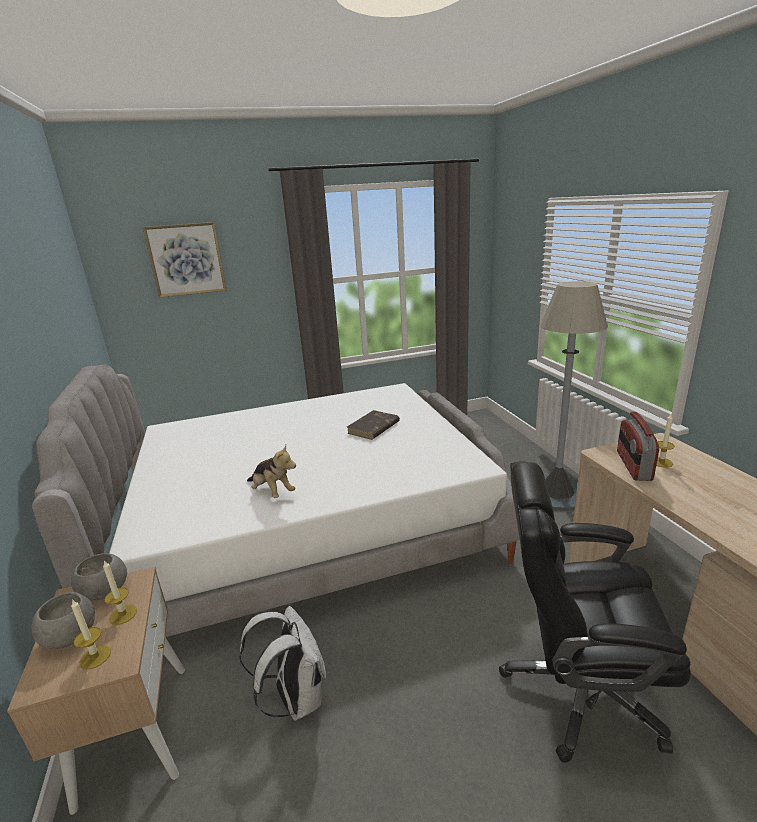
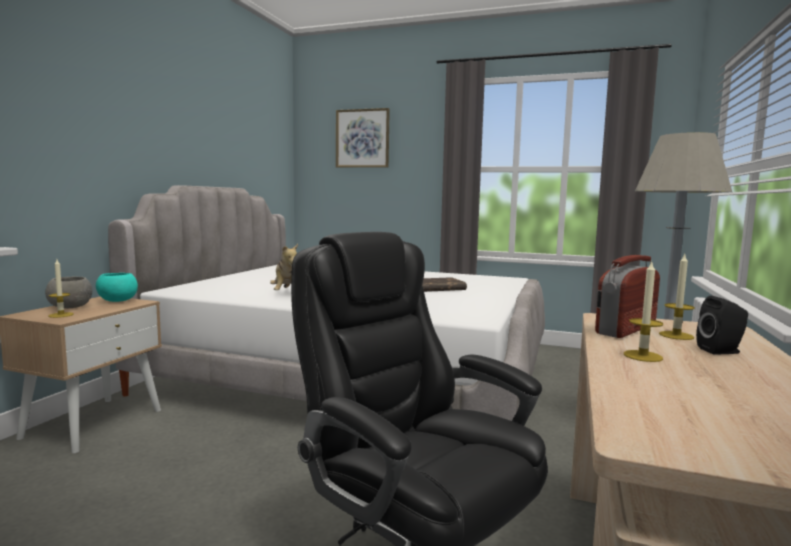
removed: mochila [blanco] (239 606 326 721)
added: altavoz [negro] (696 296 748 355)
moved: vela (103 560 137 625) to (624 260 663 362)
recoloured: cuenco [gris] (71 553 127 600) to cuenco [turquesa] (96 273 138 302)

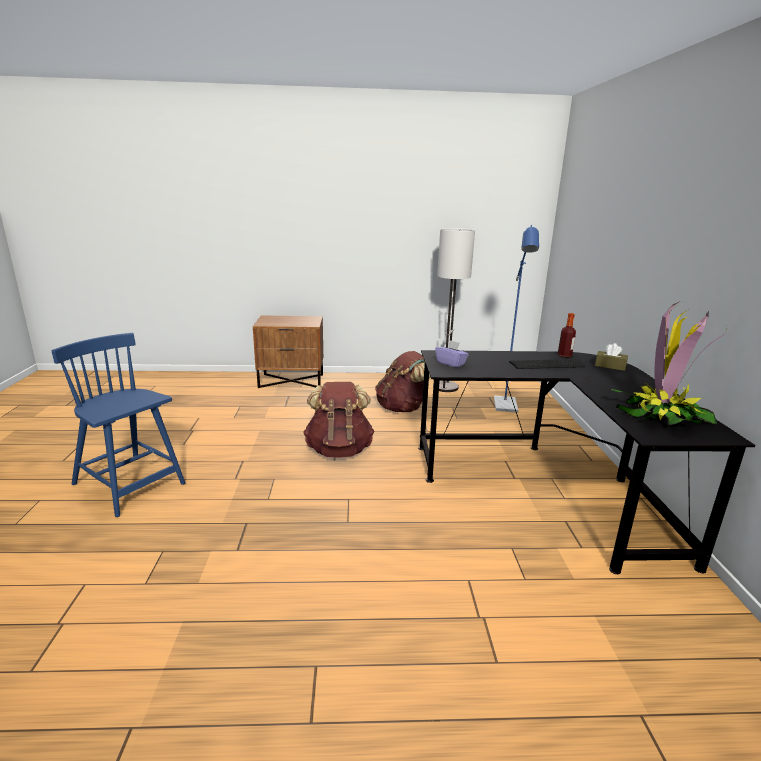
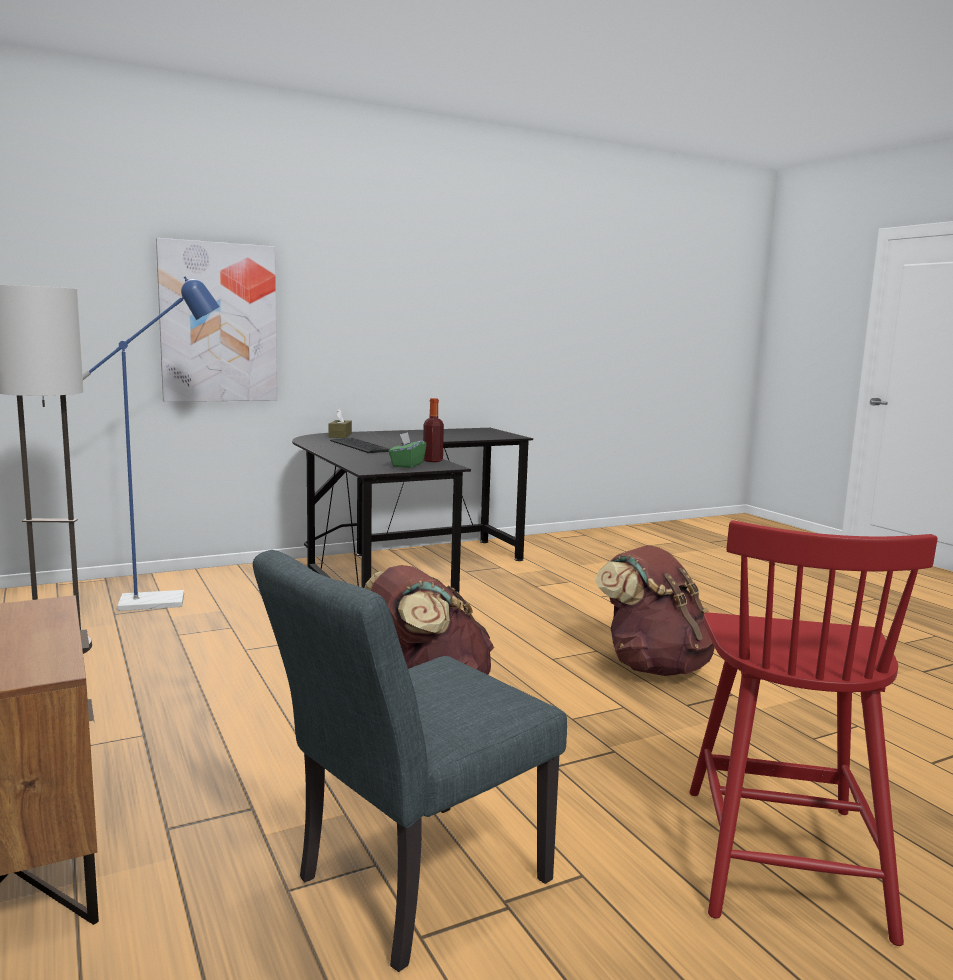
removed: planta en maceta (612 302 726 425)
added: cuadro (156 238 277 402); silla [gris] (253 550 567 972)
moved: botella (558 313 576 357) to (423 398 444 462); mochila [marrón] (375 351 431 412) to (595 545 715 676)
recoloured: caja de pañuelos [morado] (435 340 469 368) to caja de pañuelos [verde] (389 432 426 468); silla [azul] (52 333 185 517) to silla [rojo] (689 520 937 946)

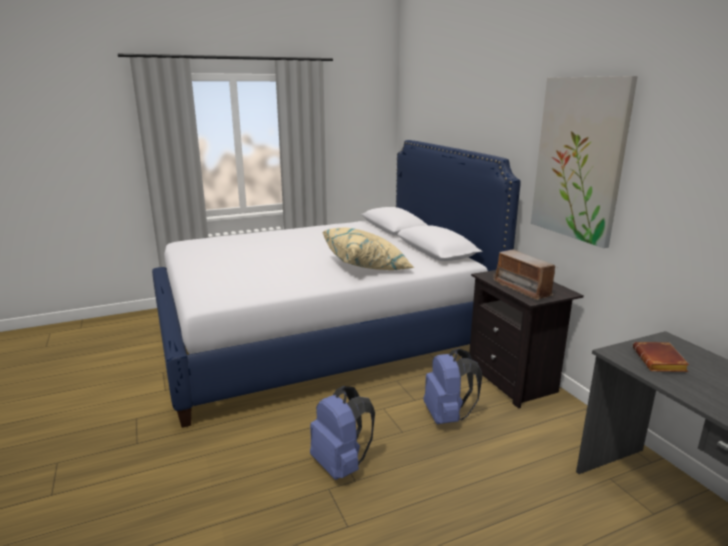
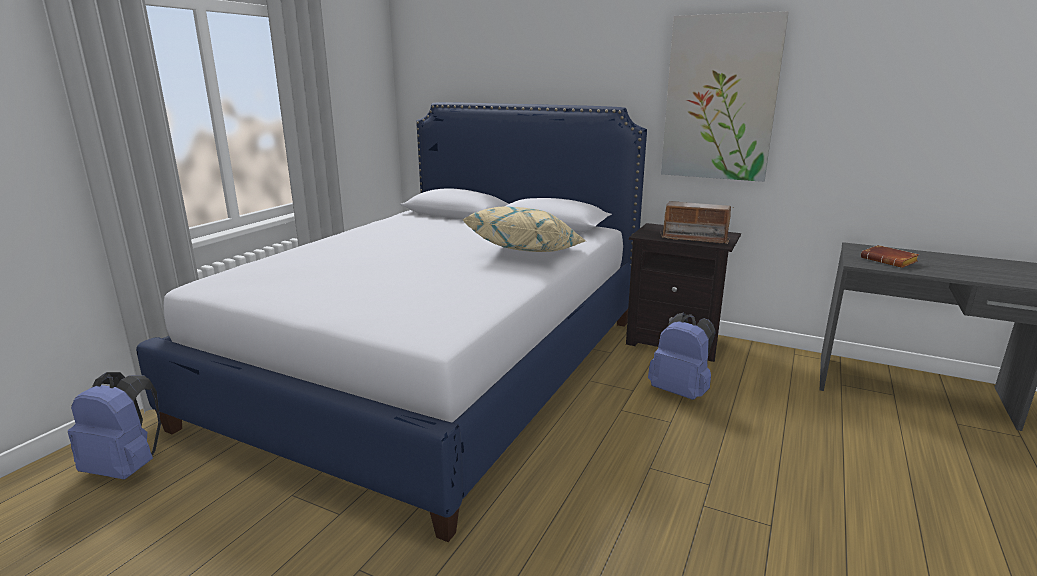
moved: mochila [azul] (310 386 375 480) to (68 372 161 480)

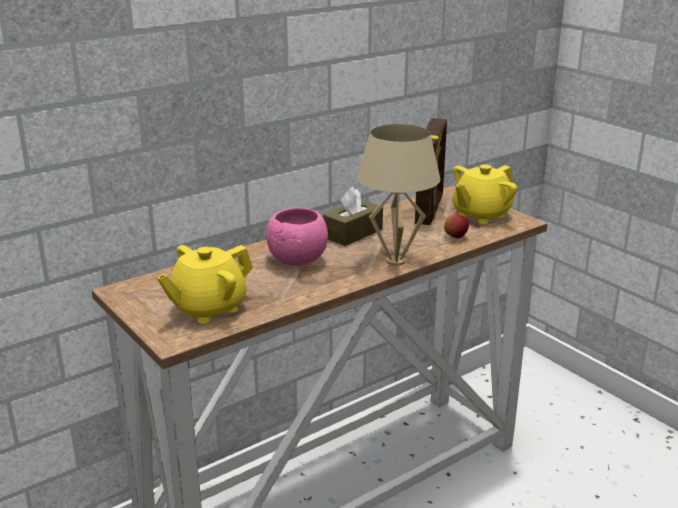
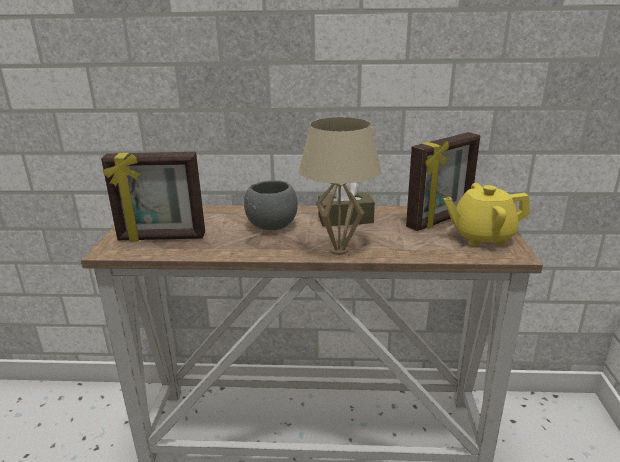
removed: manzana (444 214 469 238)
replaced: tetera [amarillo] (156 245 253 323) to portarretratos (101 152 205 242)
recoloured: cuenco [rosa] (266 207 328 266) to cuenco [gris] (244 180 298 230)

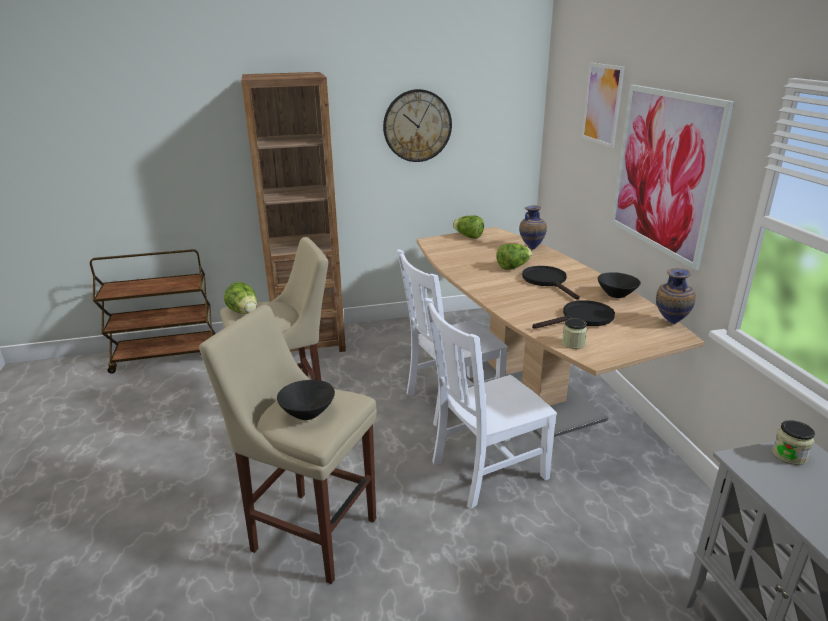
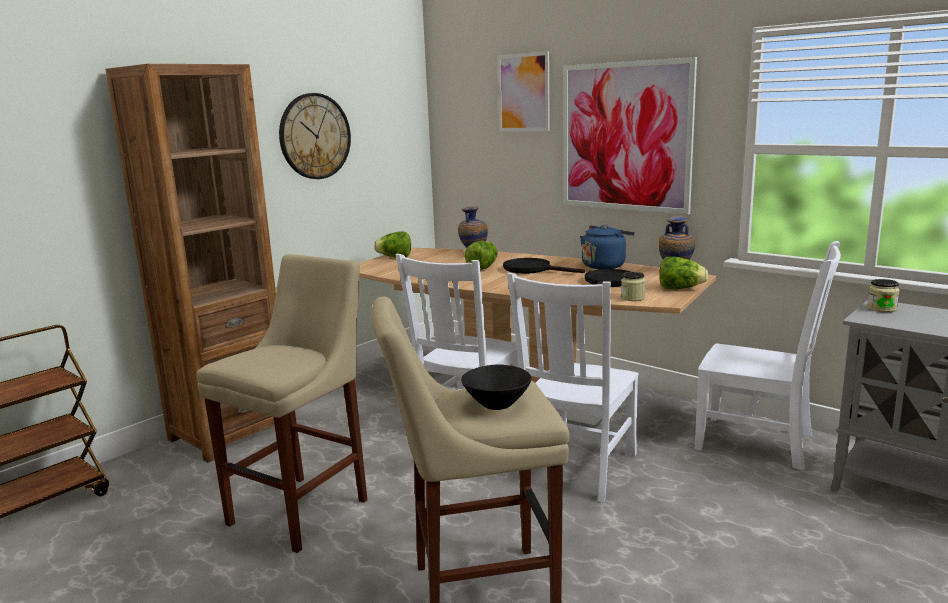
added: silla [blanco] (695 241 841 470)
moved: lechuga (224 282 257 314) to (659 257 709 290)
replaced: cuenco [negro] (598 272 641 298) to hervidor [azul] (580 225 635 269)

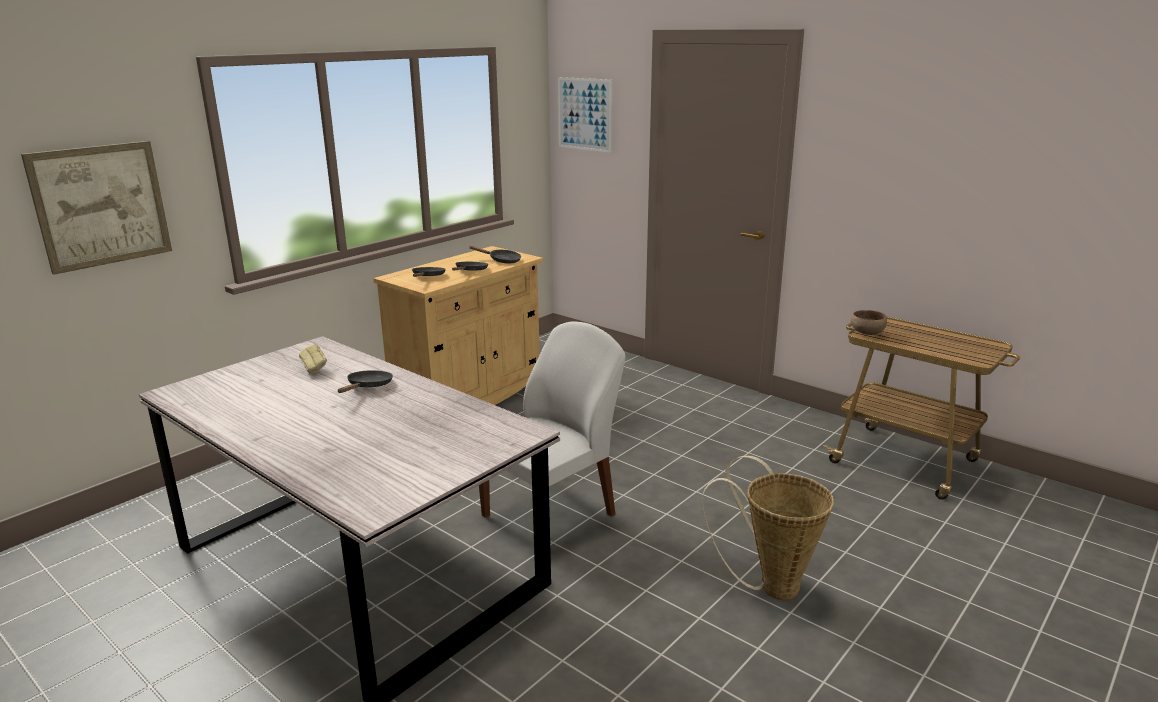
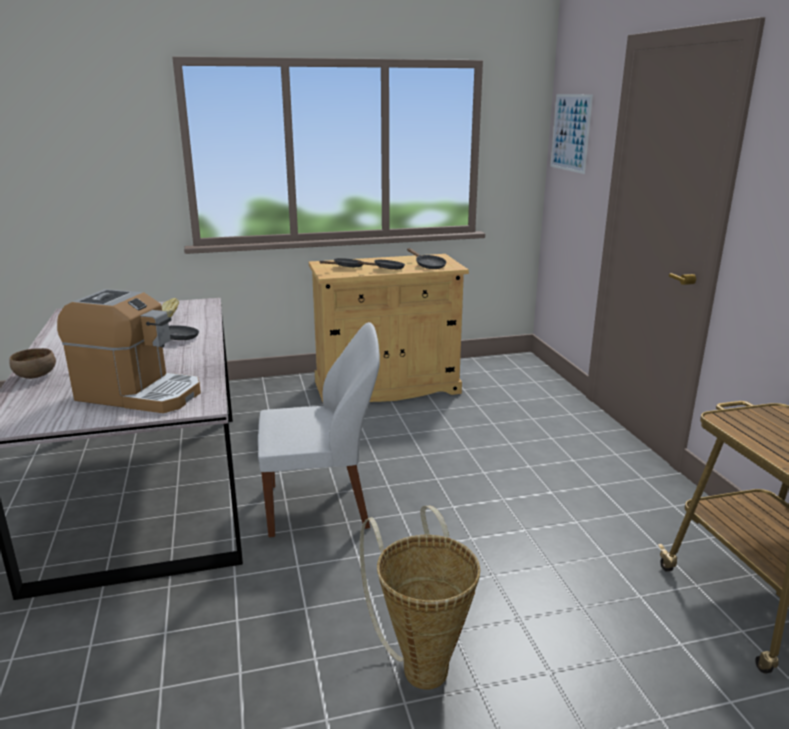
removed: cuadro (21 141 172 275)
added: cafetera (57 289 201 413)
moved: cuenco [marrón] (851 310 887 335) to (9 348 56 379)

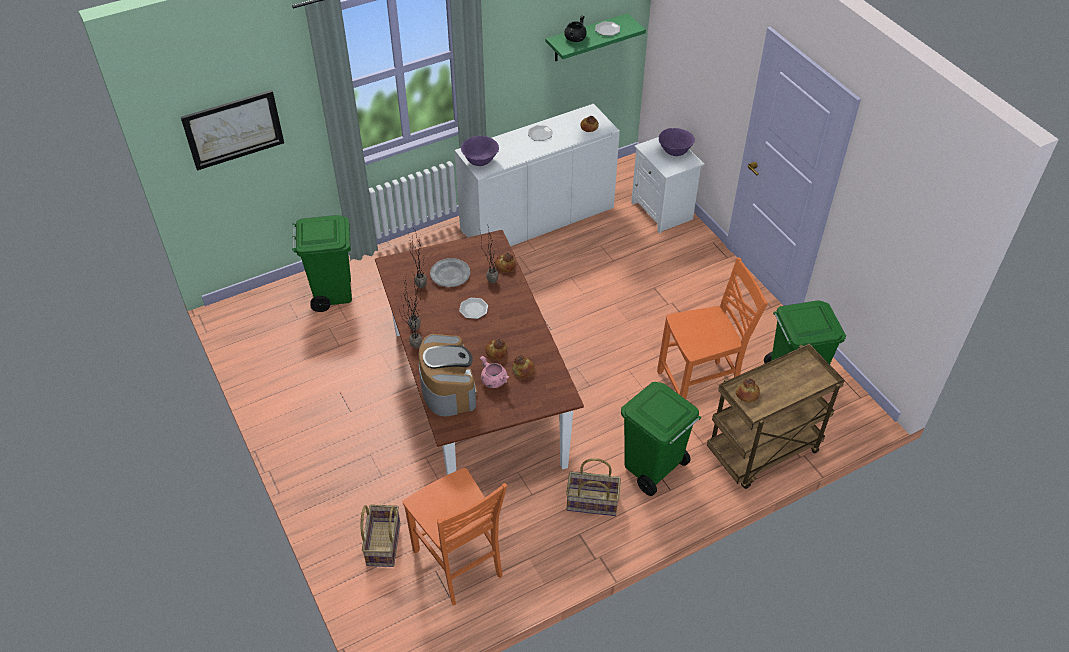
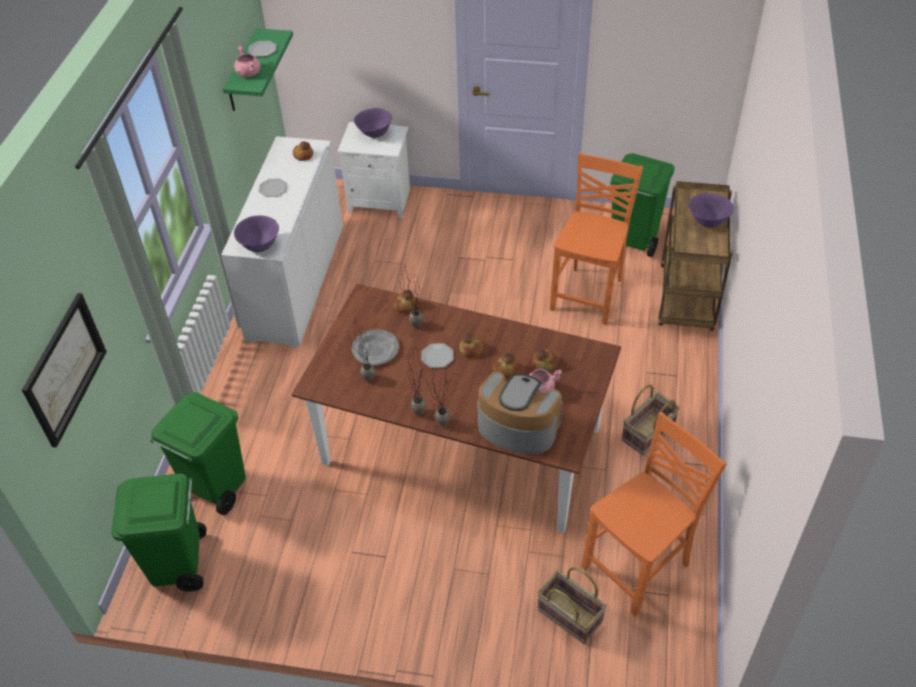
added: cuenco [morado] (689 193 734 228)
moved: papelera [verde] (621 382 701 496) to (111 473 206 592); pan (736 379 760 402) to (459 333 484 357)
recoloured: olla [negro] (564 15 587 42) to olla [rosa] (234 46 261 77)
turned: silla [naranja] (403 468 507 605) = (582 412 727 616) 45 degrees counterclockwise

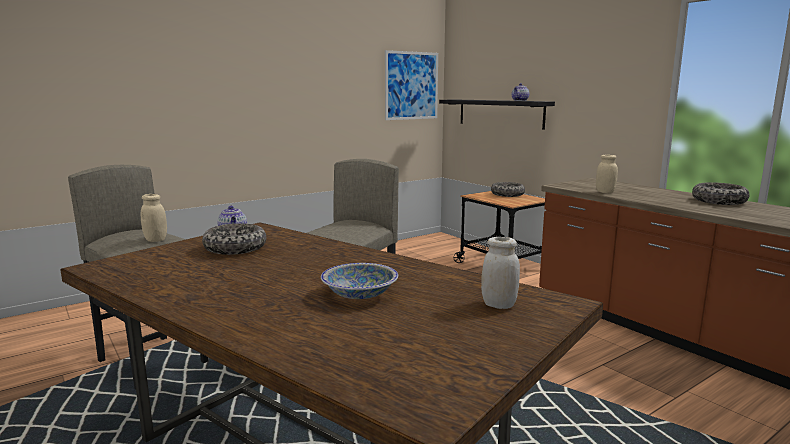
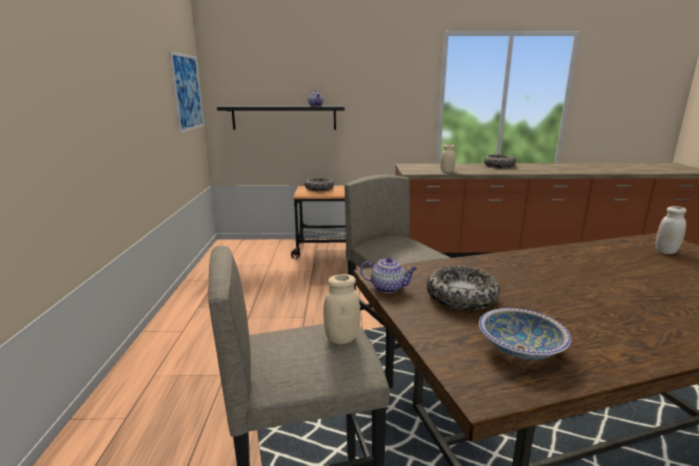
moved: cuenco (321 263 398 299) to (479 308 571 360)

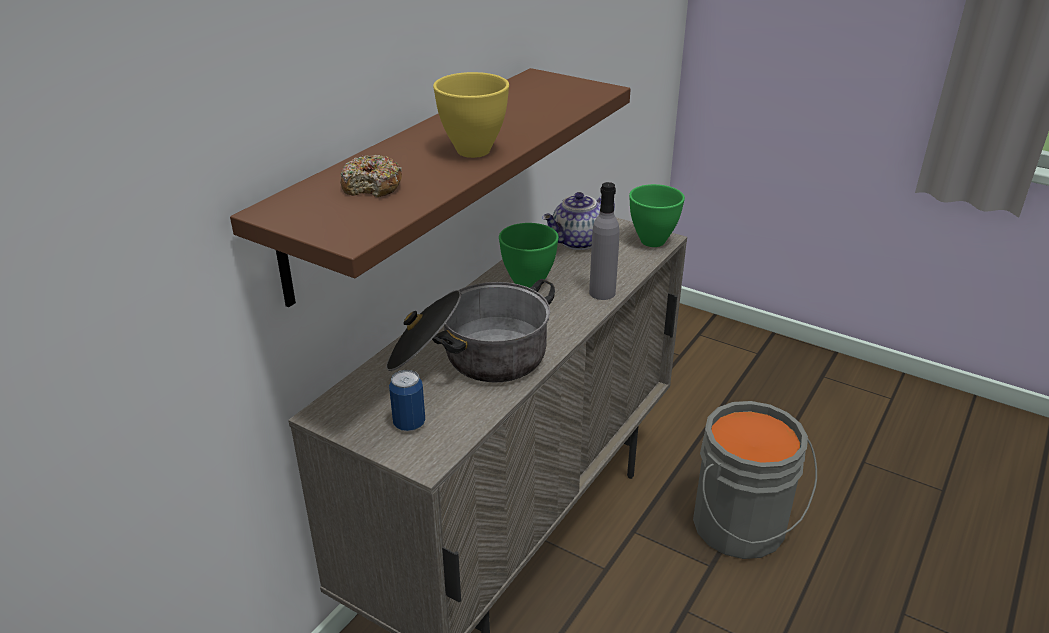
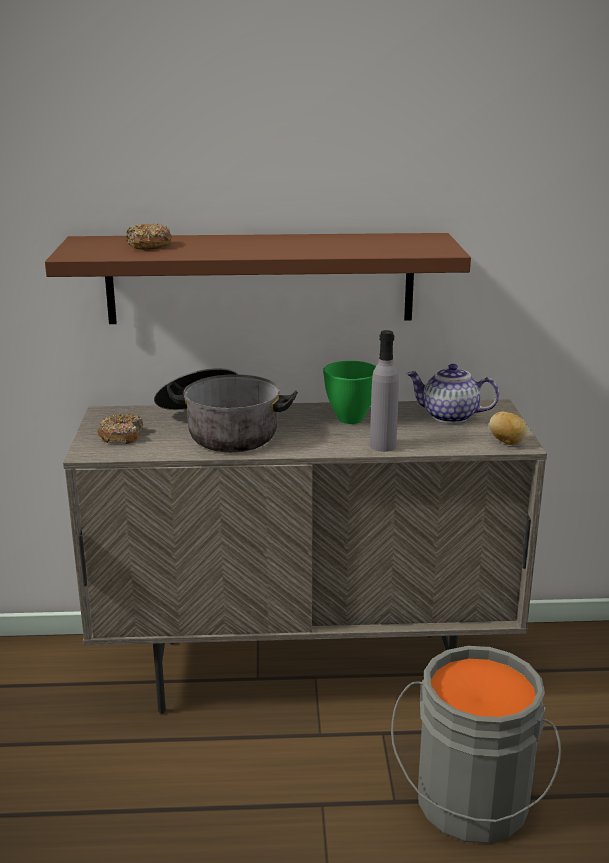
removed: cuenco [amarillo] (433 72 509 158)
replaced: lata (389 370 425 432) to rosquilla (97 414 143 444); cuenco [verde] (629 184 685 247) to patata (489 412 527 445)

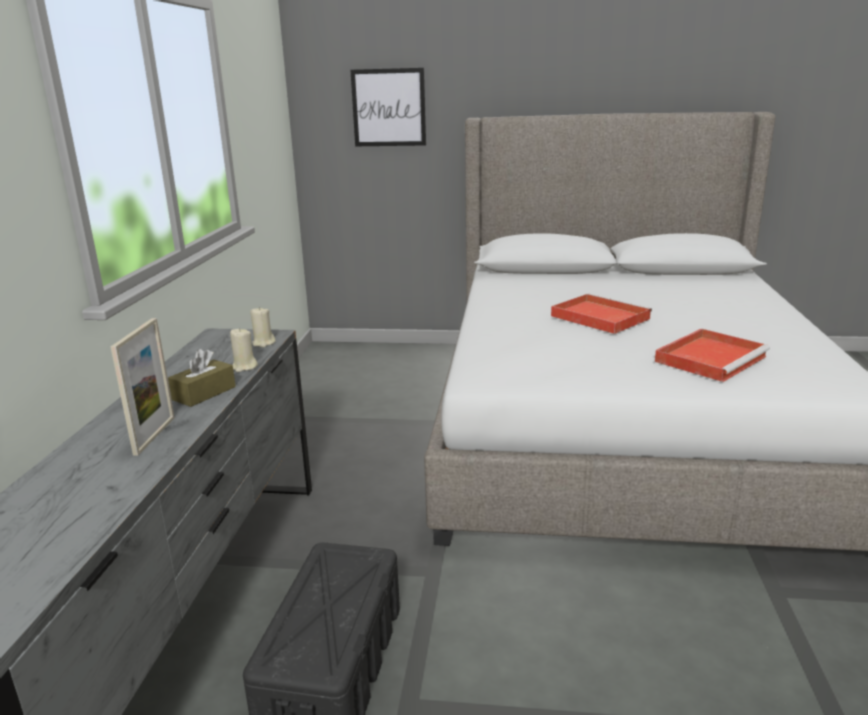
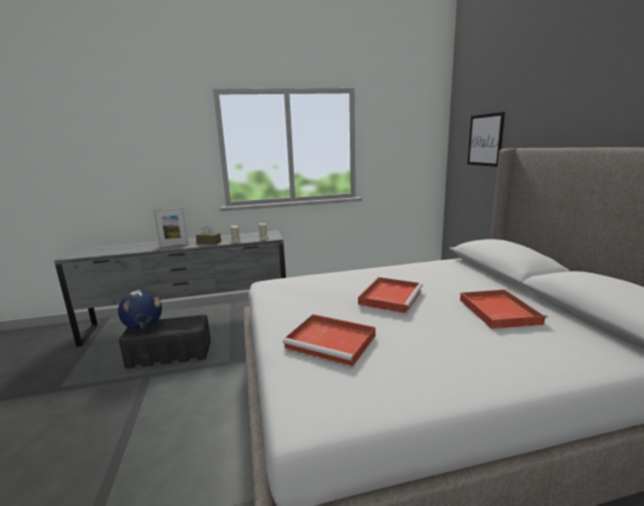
added: globo terráqueo (118 290 162 330); bandeja [rojo] (460 289 548 329)

